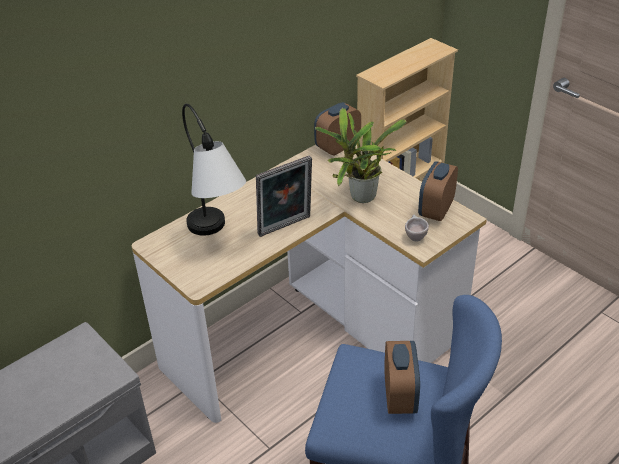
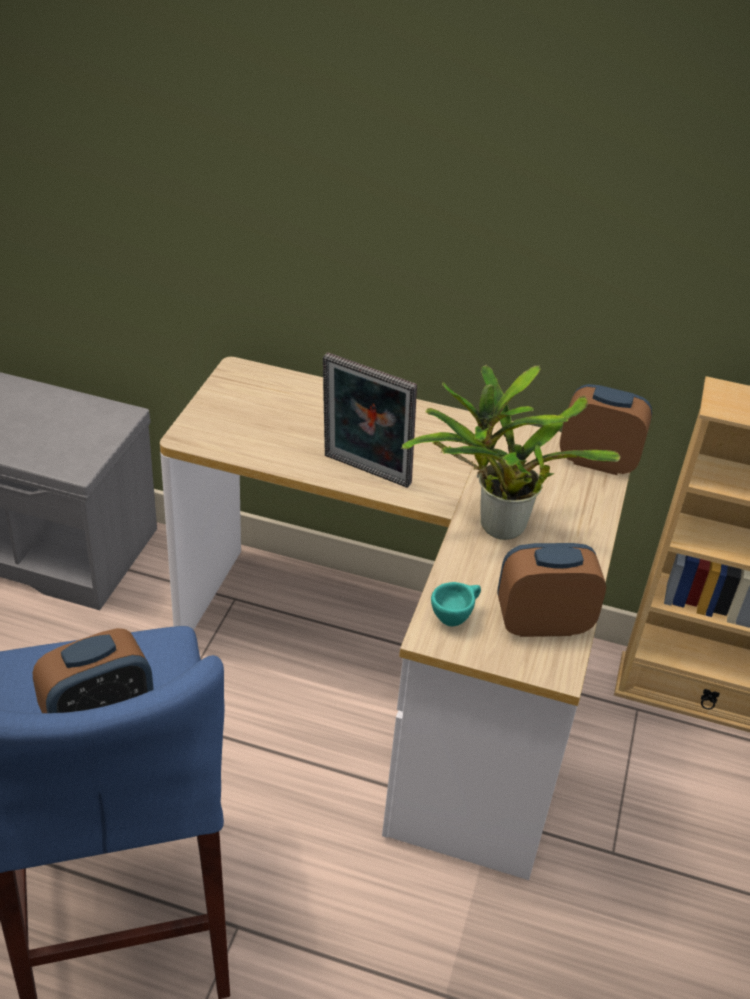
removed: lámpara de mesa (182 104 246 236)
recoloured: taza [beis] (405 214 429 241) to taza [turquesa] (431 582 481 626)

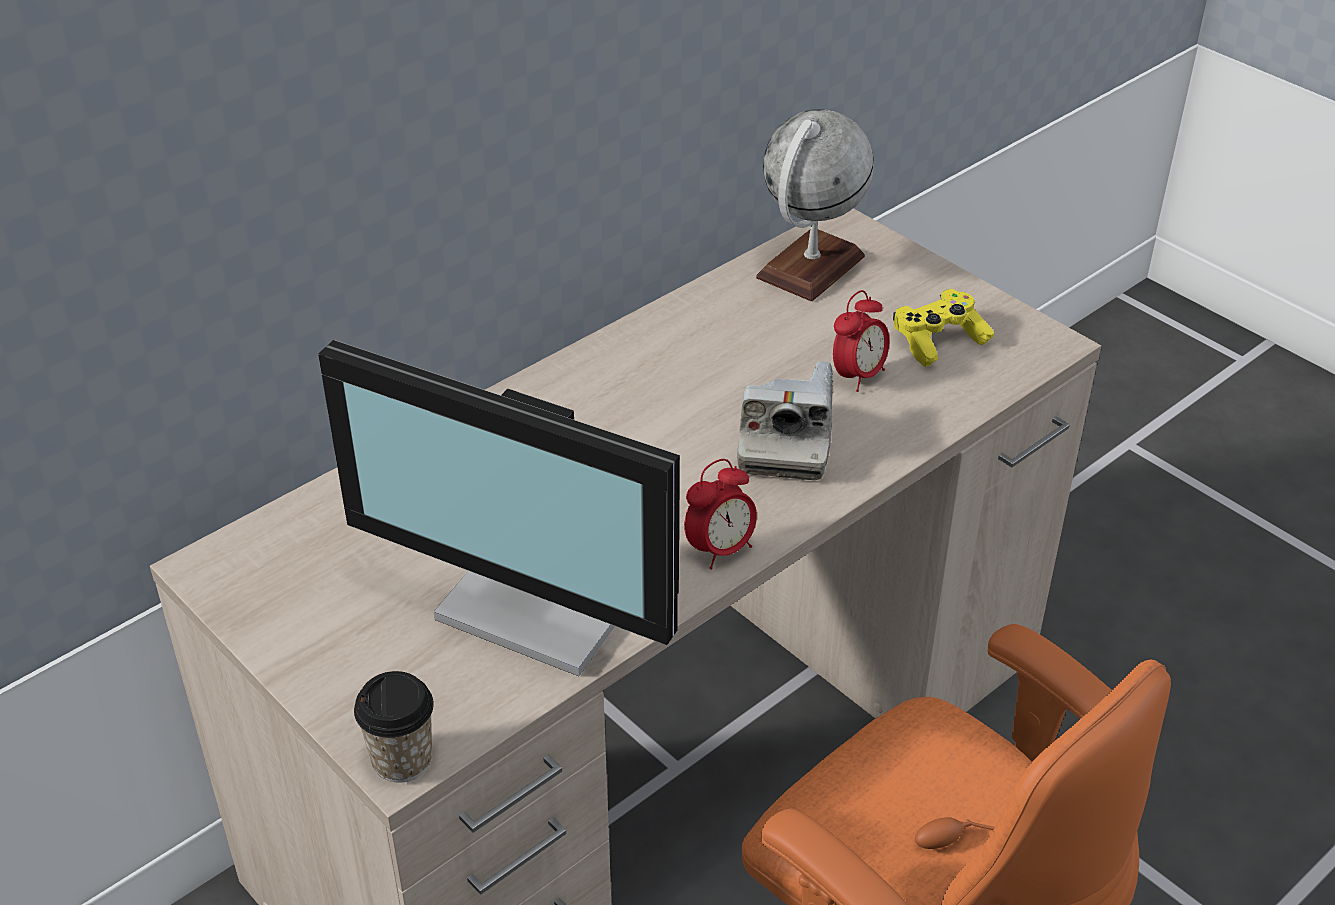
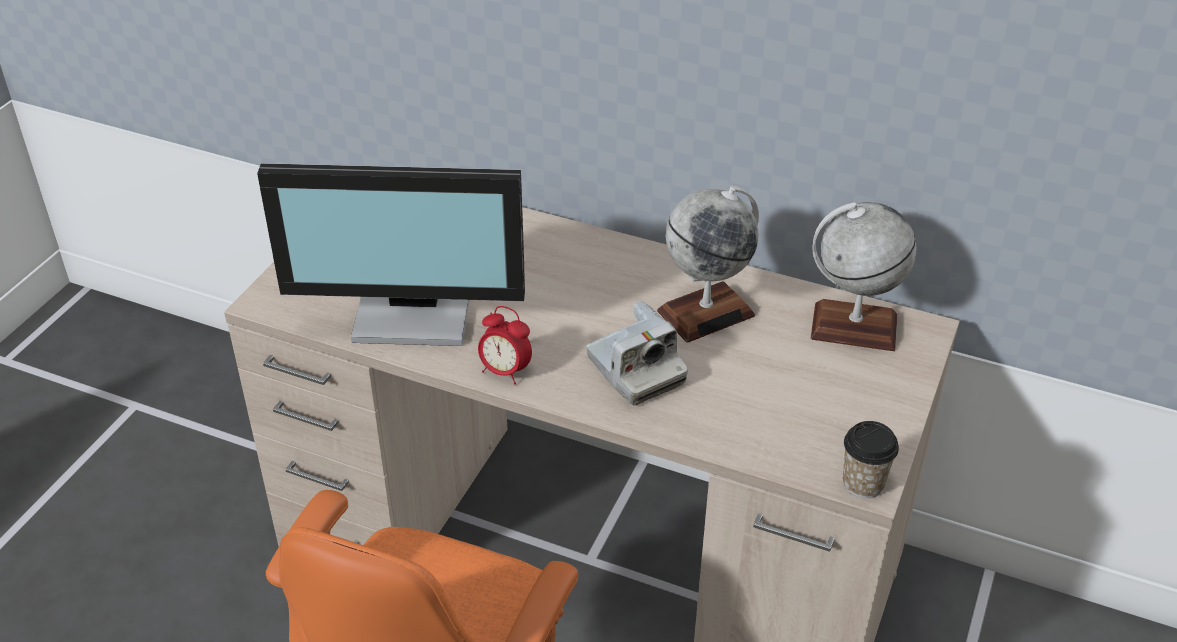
removed: despertador (833 290 889 392); mando de consola [amarillo] (893 289 994 367)
added: globo terráqueo (657 185 759 343)
moved: taza (354 671 434 782) to (843 421 899 498)
turned: monitor (318 340 680 676) = (257 163 525 346) 90 degrees counterclockwise; cámara (737 361 833 480) = (586 301 688 405) 105 degrees counterclockwise

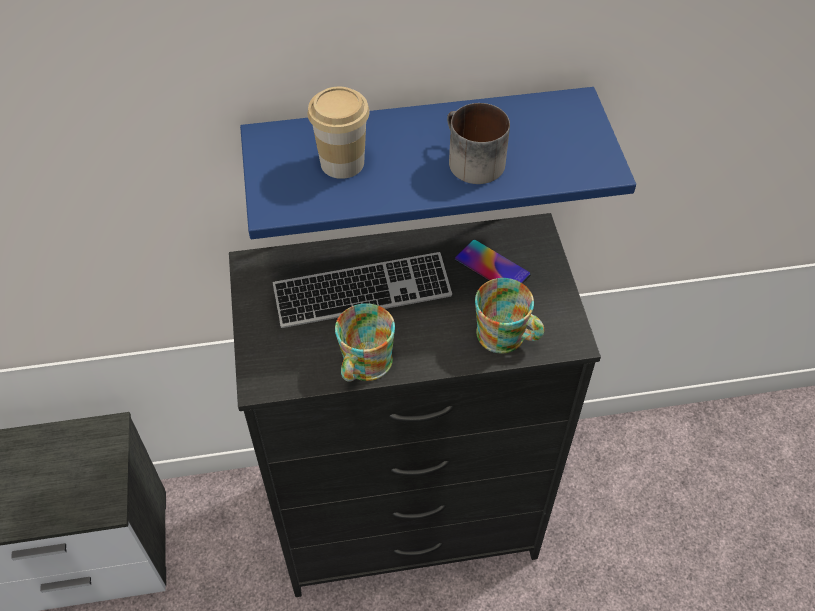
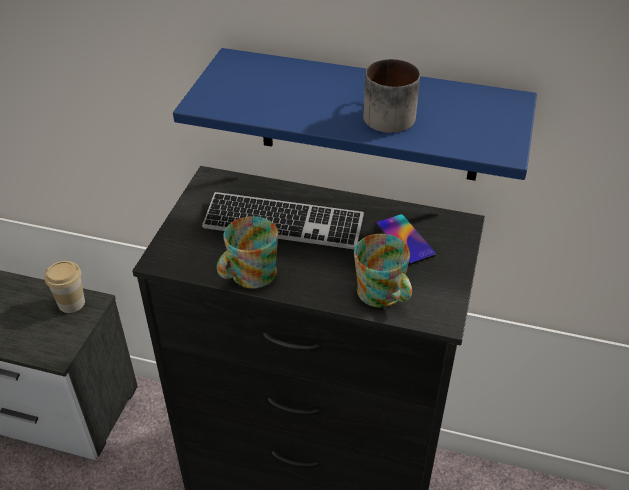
moved: taza (308 87 370 179) to (44 261 85 313)

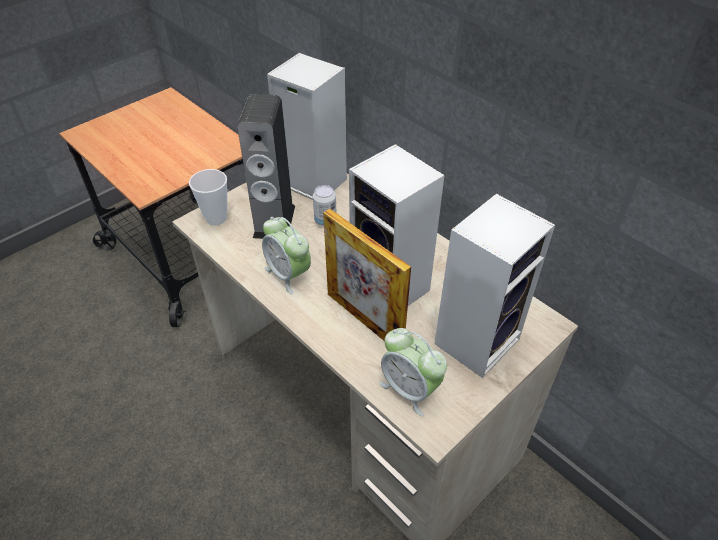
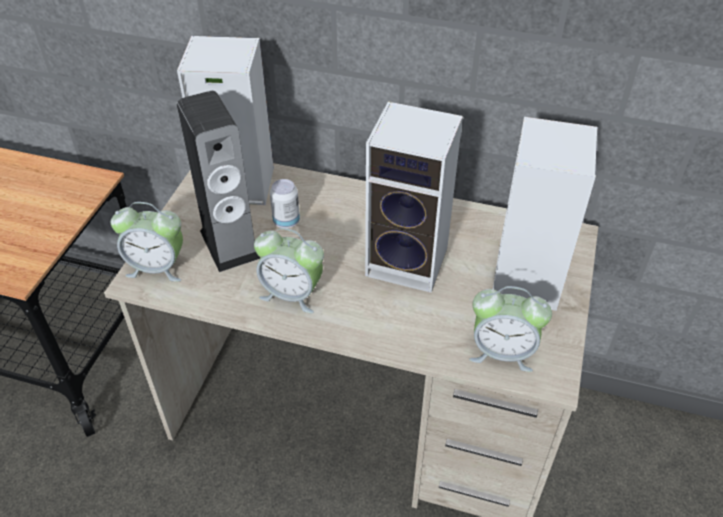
removed: portarretratos (323 209 411 341)
replaced: taza (189 169 228 225) to despertador (111 202 183 282)

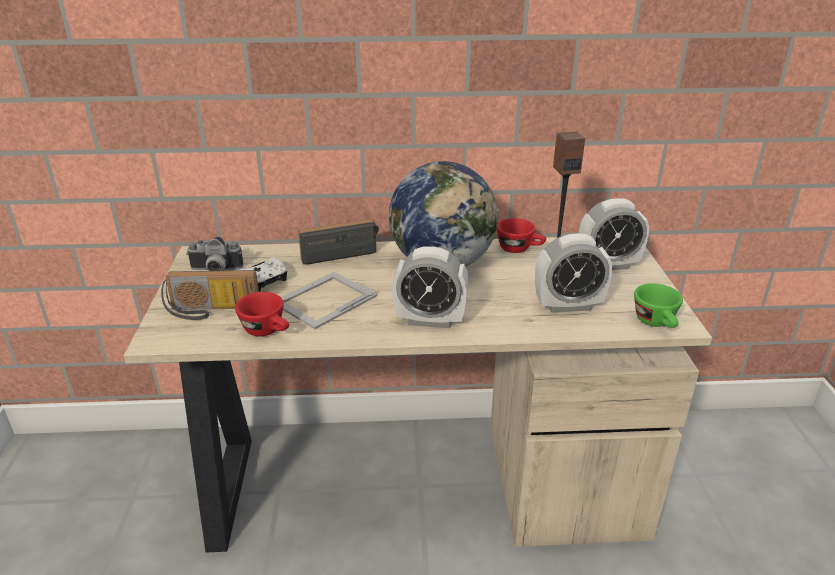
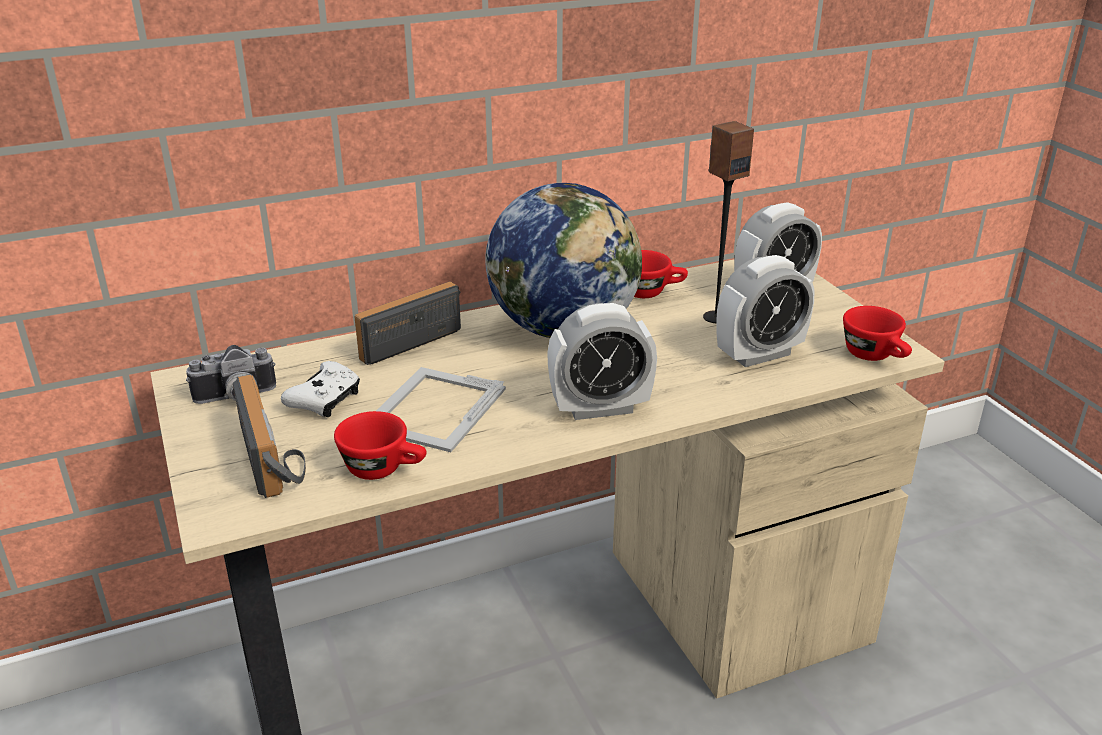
recoloured: taza [verde] (634 283 683 328) to taza [rojo] (843 306 912 361)
turned: radio (161 270 259 320) = (233 375 306 498) 90 degrees counterclockwise

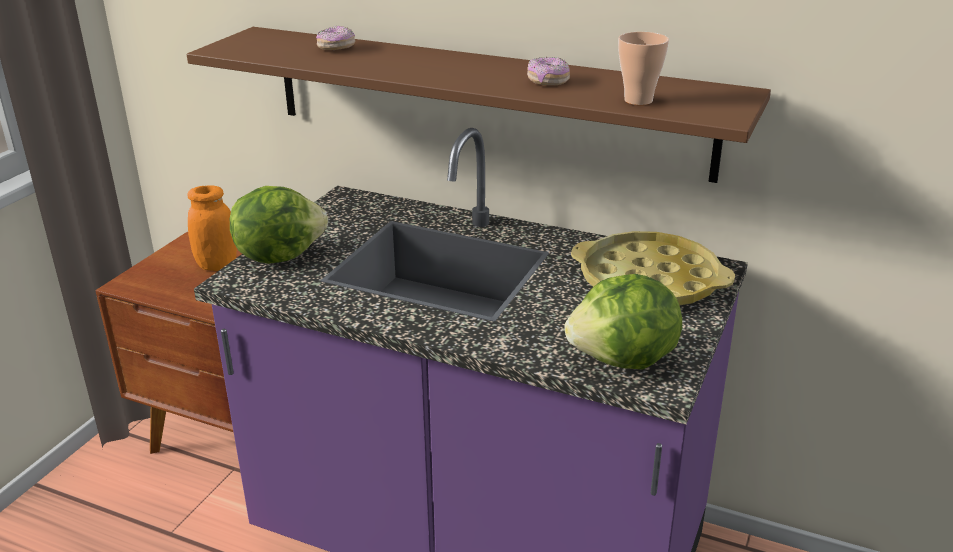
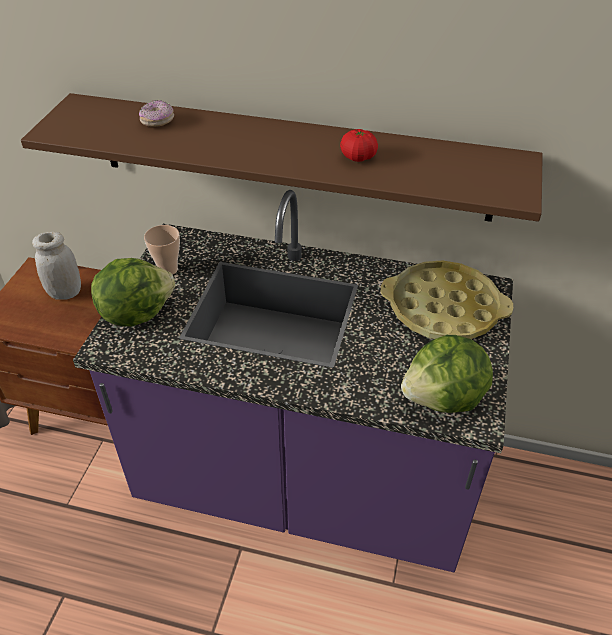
moved: taza (618 32 669 105) to (144 225 180 275)
replaced: rosquilla (527 57 570 85) to tomate (340 129 378 162)
recoloured: tarro [naranja] (187 185 237 271) to tarro [blanco] (32 232 81 300)

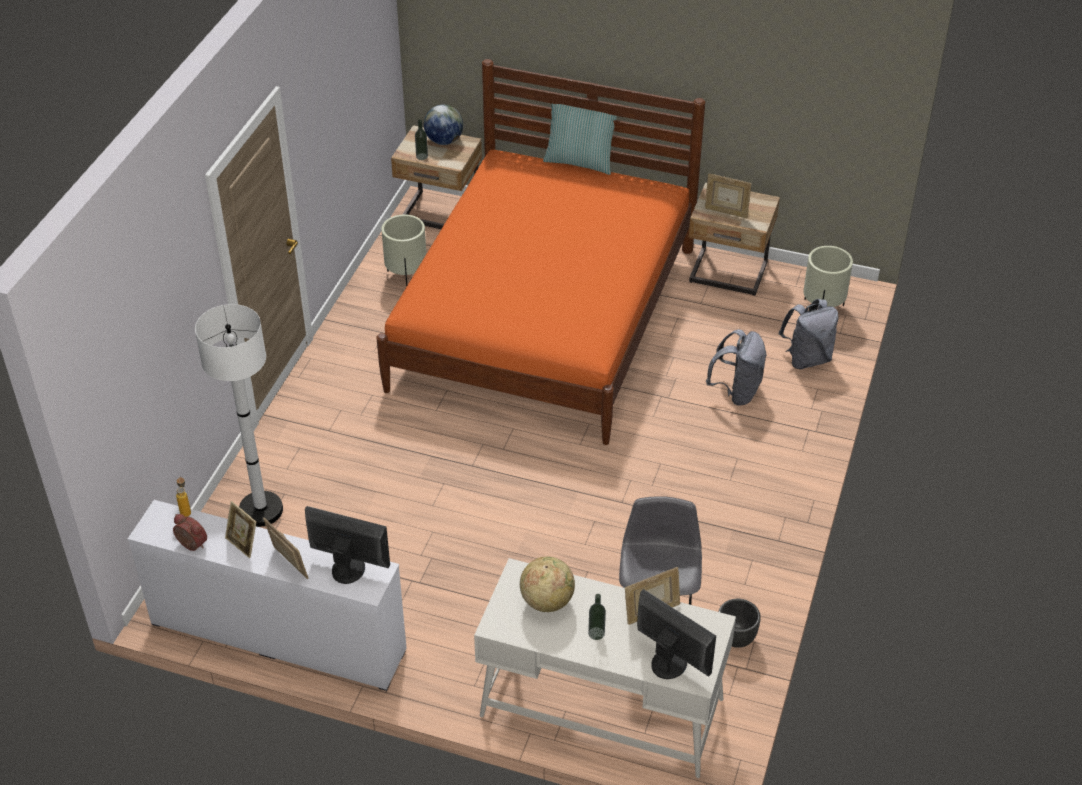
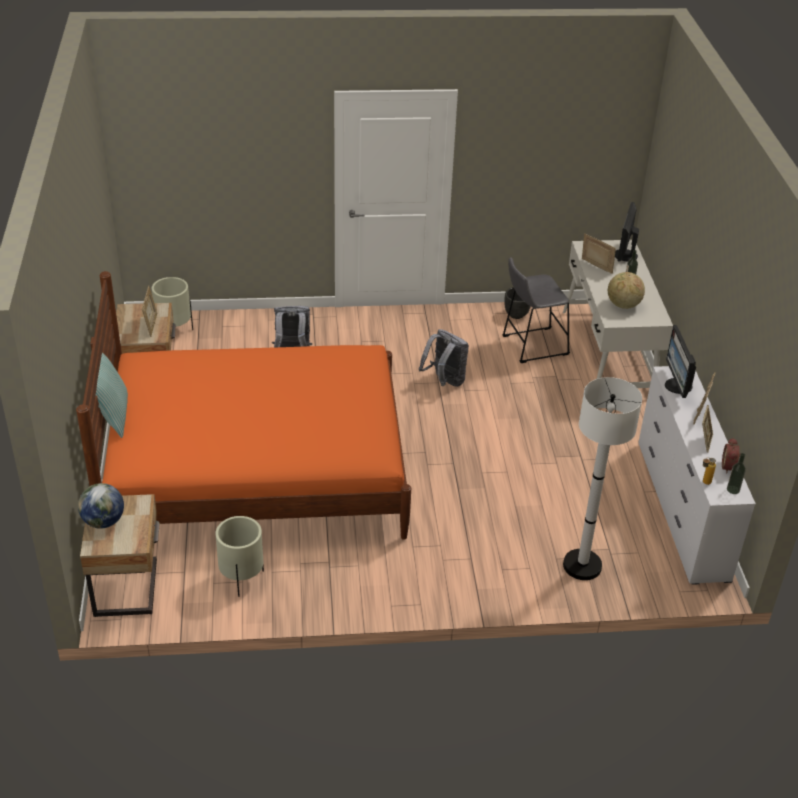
moved: mochila [gris] (778 299 838 369) to (419 329 469 387); botella (415 119 428 160) to (727 453 746 494)

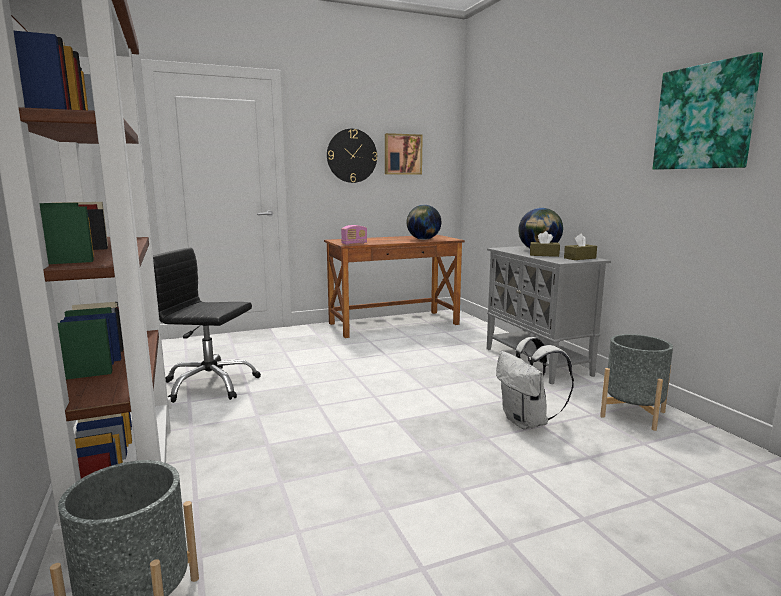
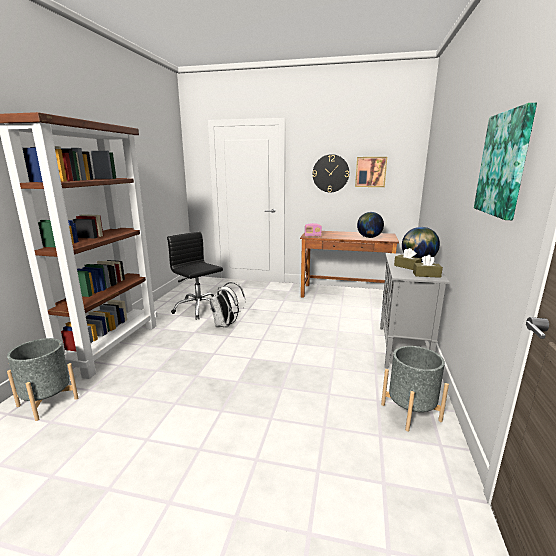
moved: mochila [blanco] (496 337 574 430) to (209 282 246 328)

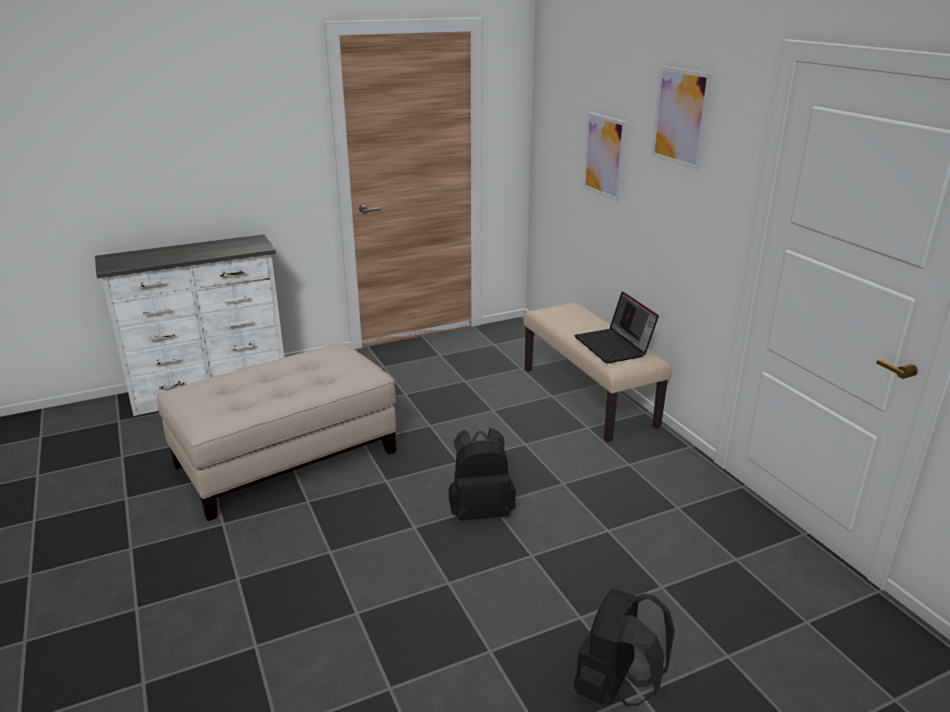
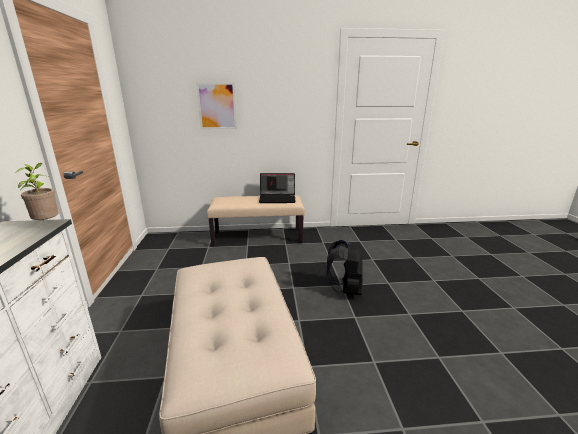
removed: mochila [negro] (574 589 675 706); cuadro (651 66 712 170)
added: planta en maceta (15 163 59 220)

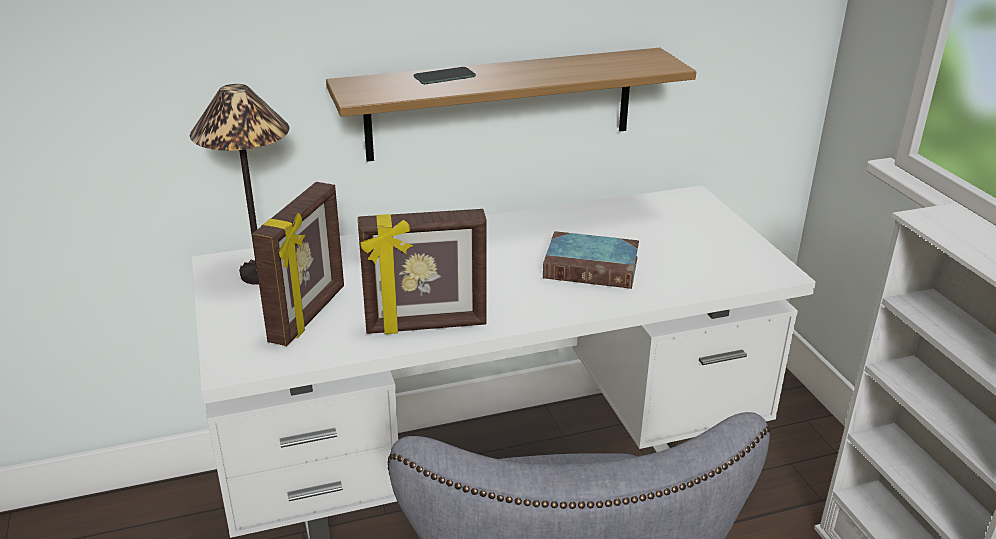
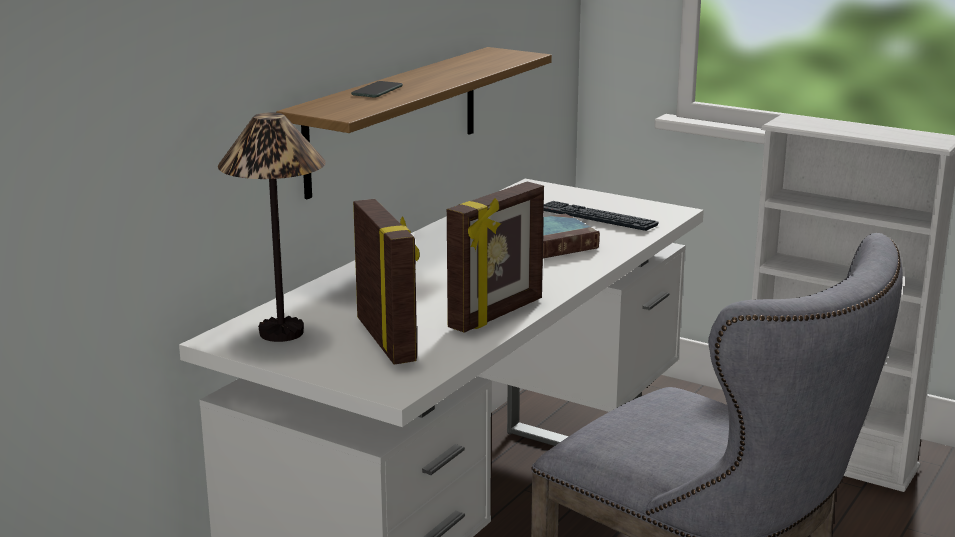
added: teclado (544 201 659 231)

